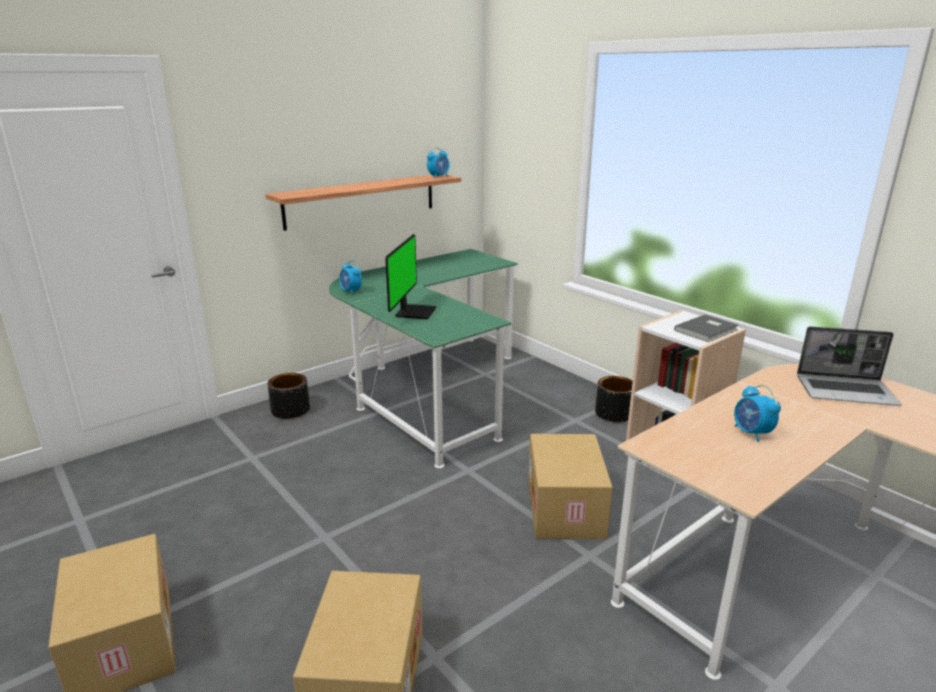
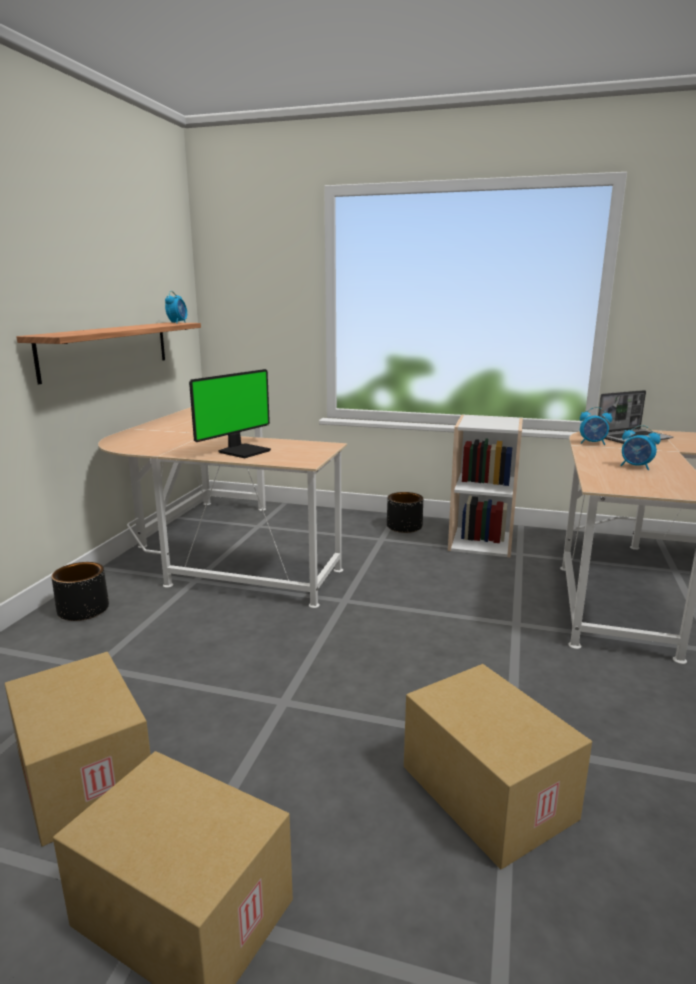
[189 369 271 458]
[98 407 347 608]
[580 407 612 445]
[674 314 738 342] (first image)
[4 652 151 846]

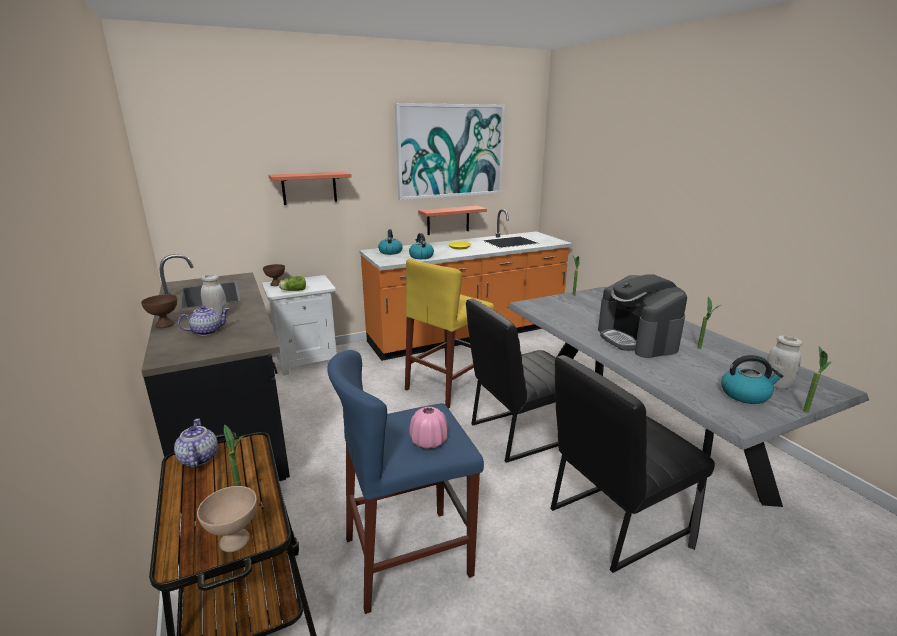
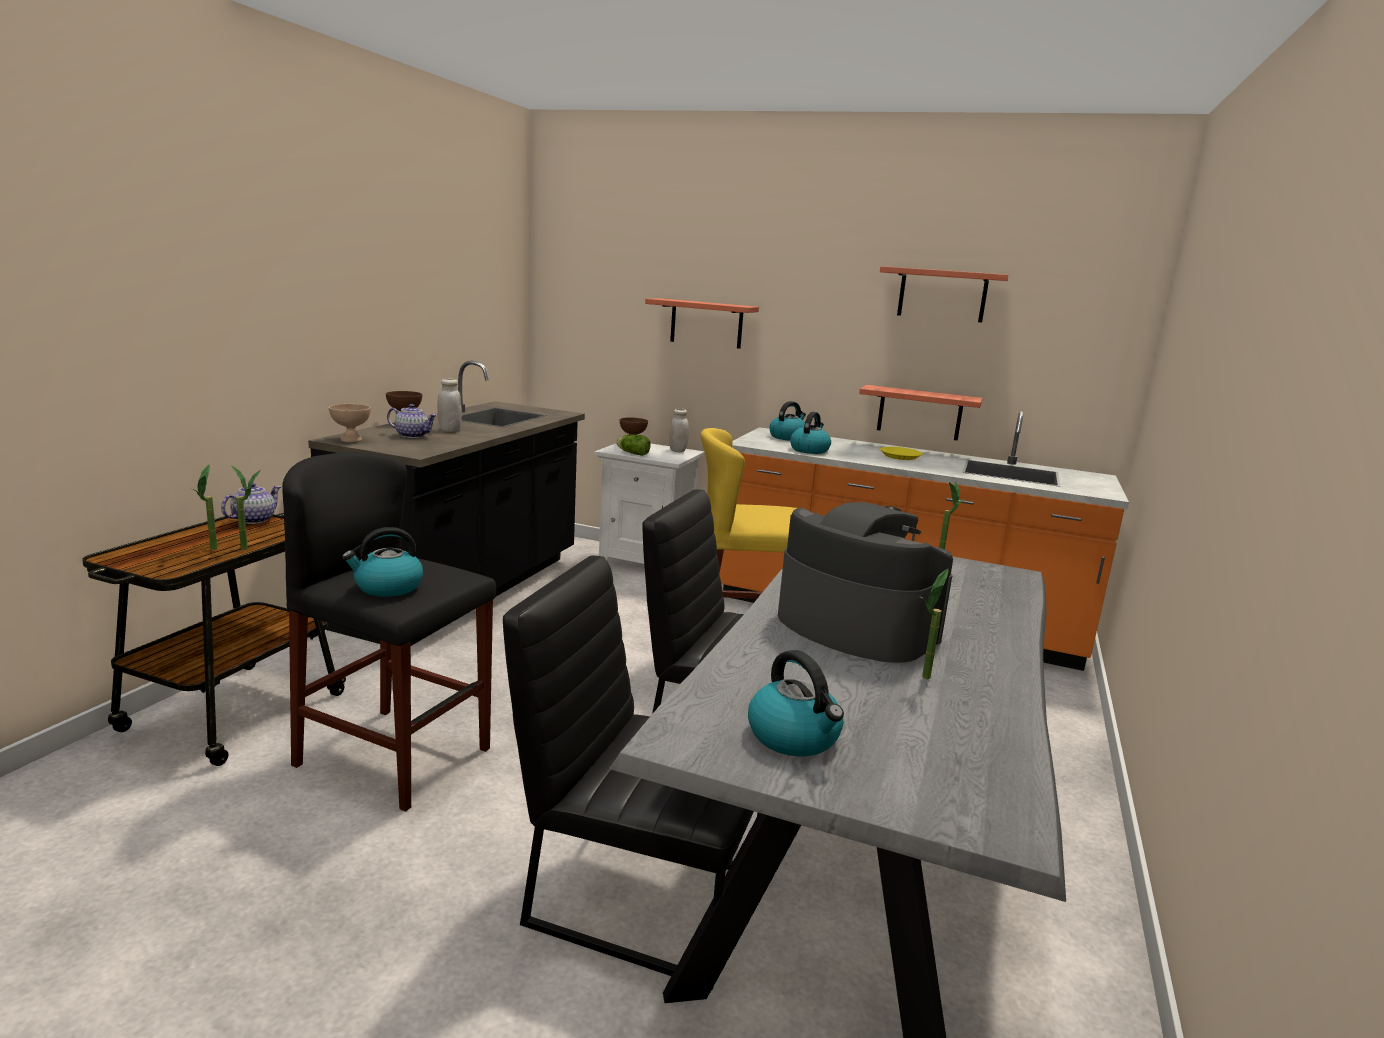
[880 266 1009 322]
[778 502 953 663]
[669 408 689 452]
[231 465 261 550]
[282 452 496 812]
[342 527 423 597]
[329 404 371 443]

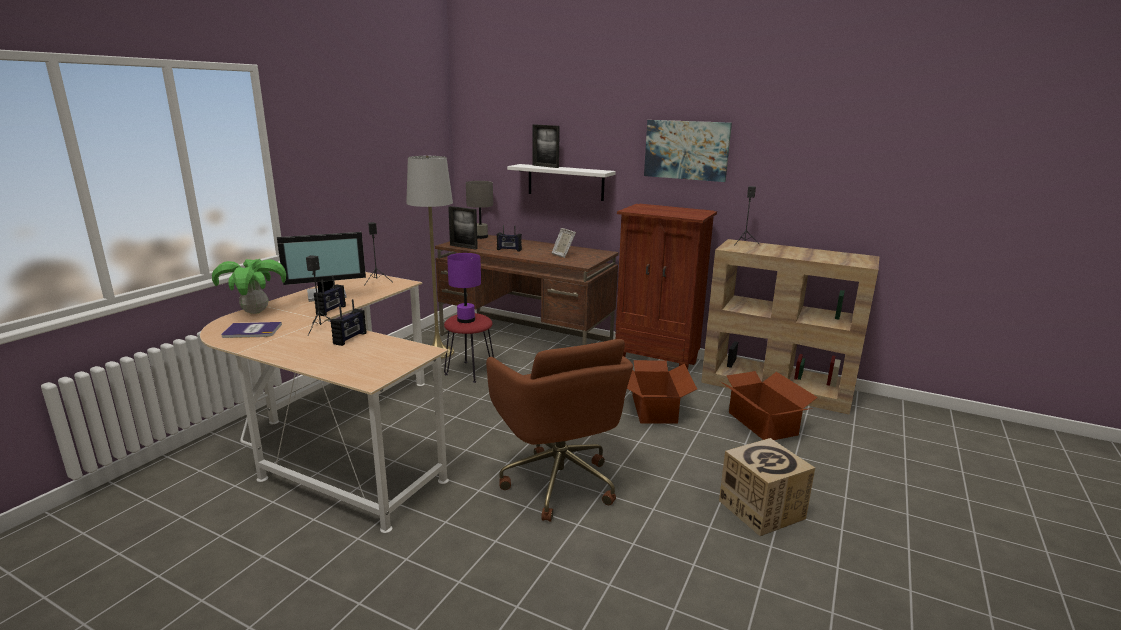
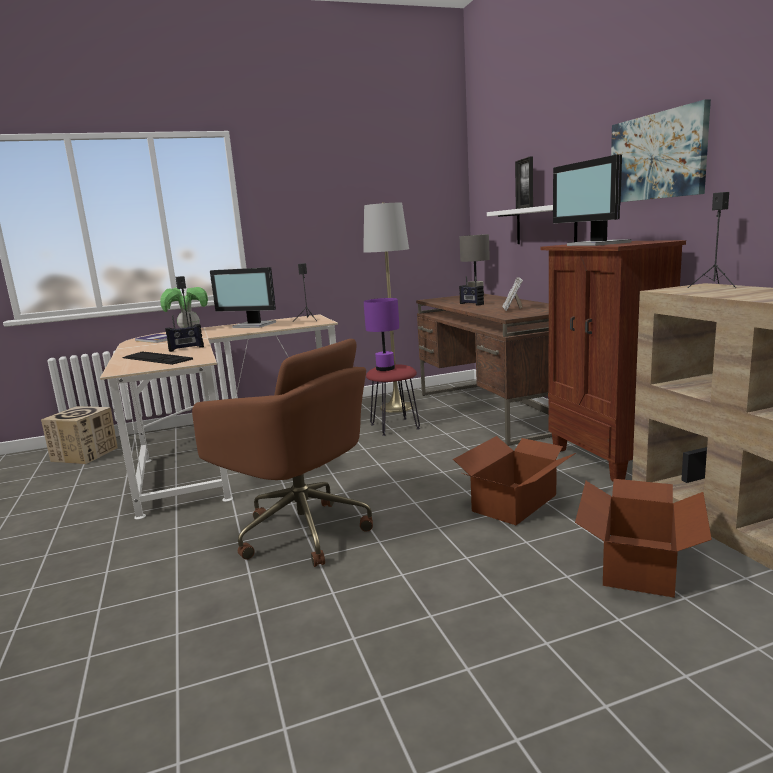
[448 206 478 250] (first image)
[314 275 346 316] (first image)
[192 339 373 567]
[41 406 118 464]
[553 154 632 246]
[122 351 193 365]

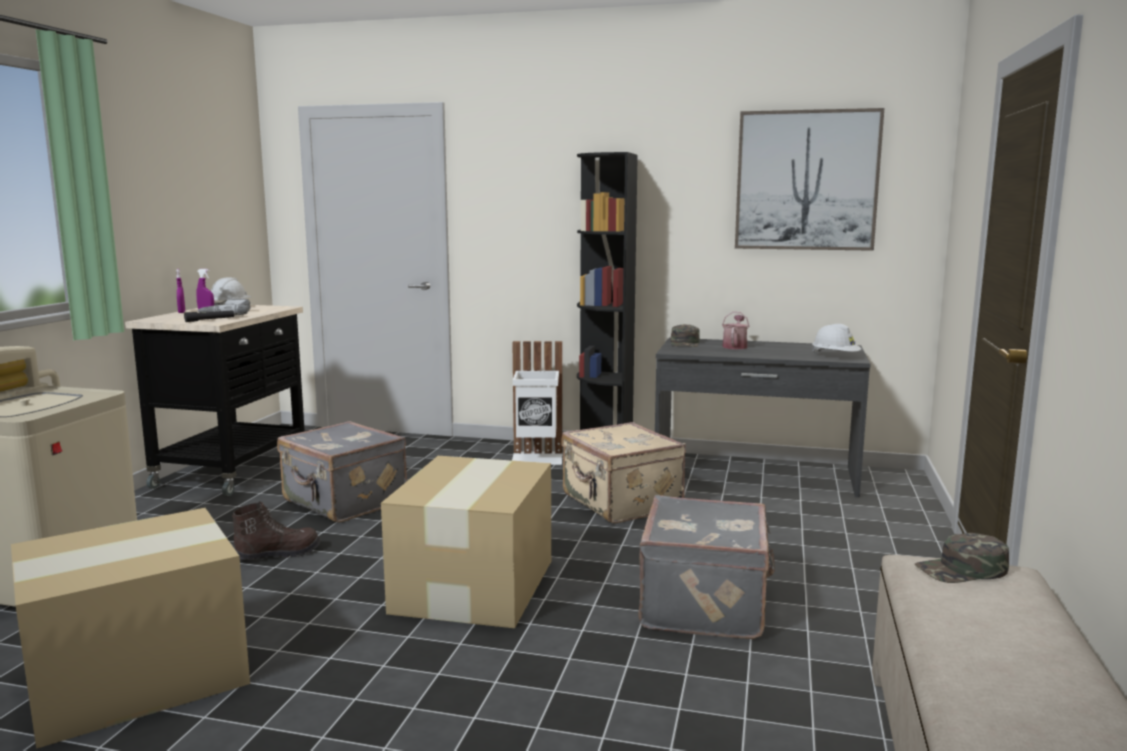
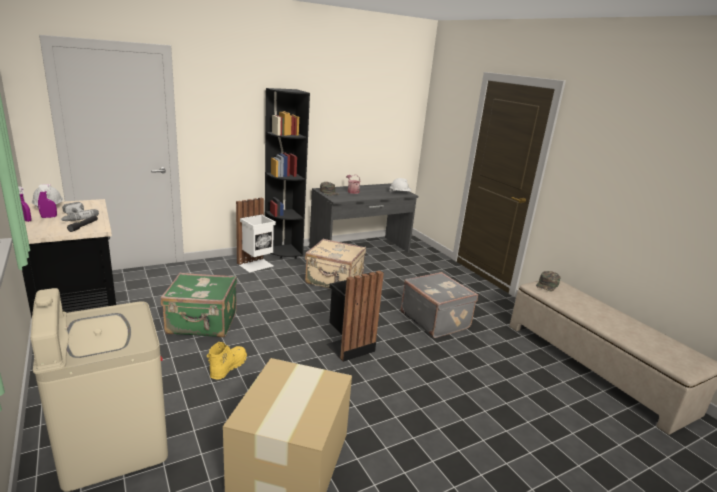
[735 108 884 251] (first image)
[161 273 237 337]
[326 271 384 362]
[207 342 247 380]

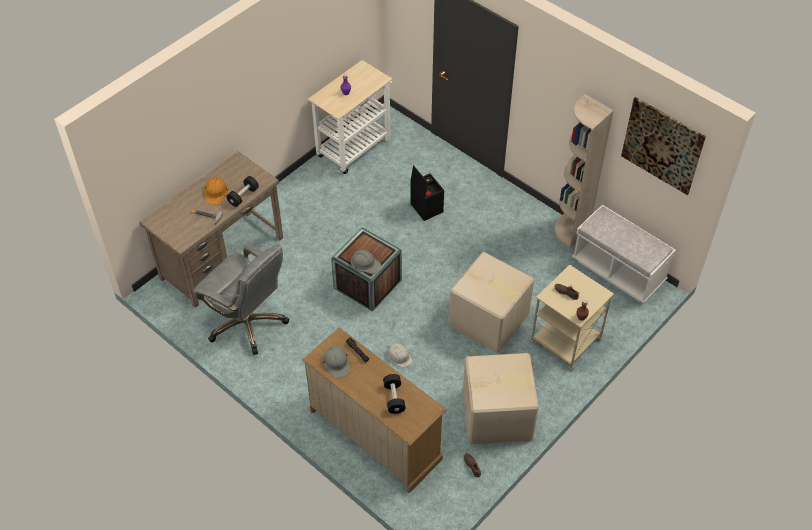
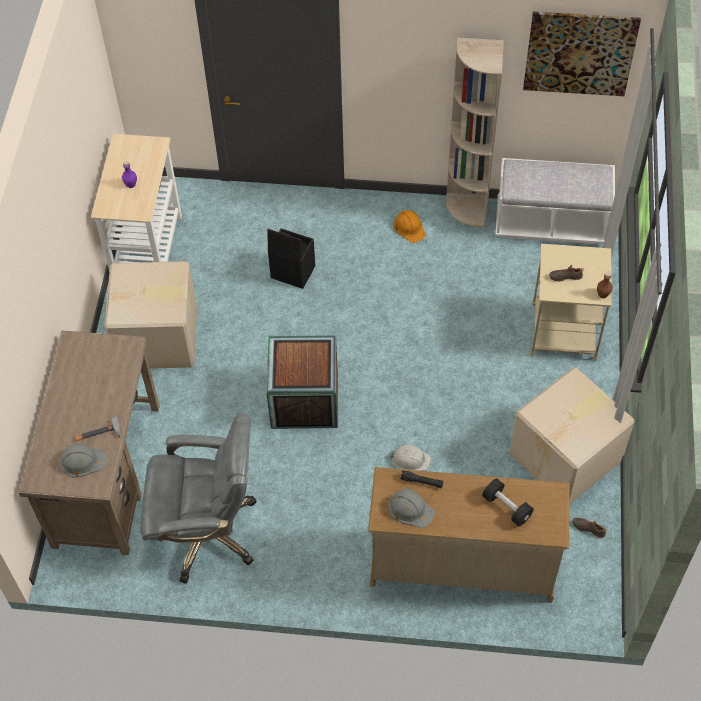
[227 176 259 207] (first image)
[393 210 426 243]
[60 444 107 478]
[104 261 197 369]

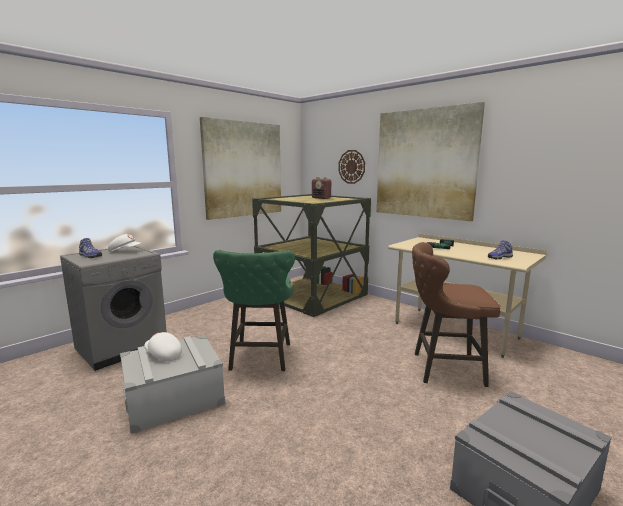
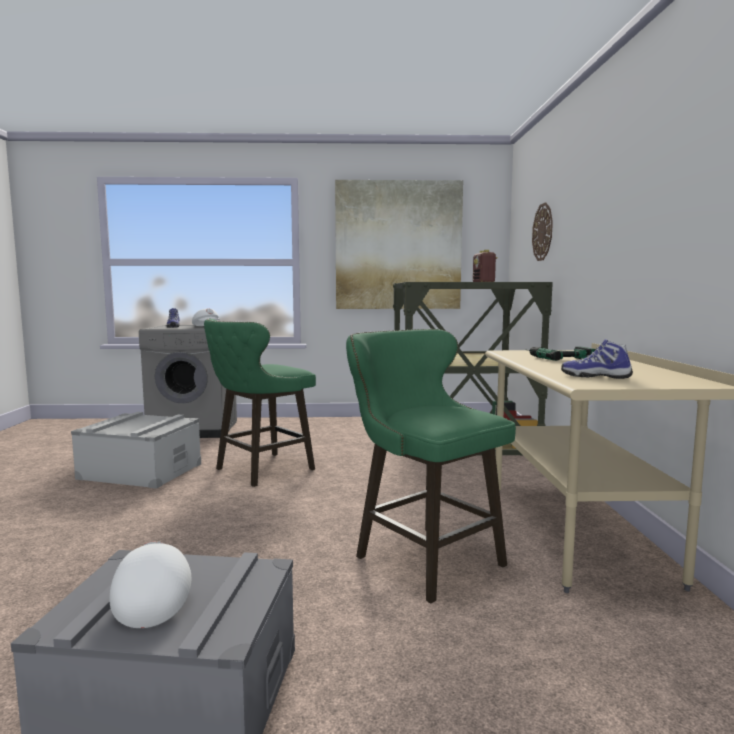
[377 102 485 221] (first image)
[346 329 516 604]
[109 541 191 628]

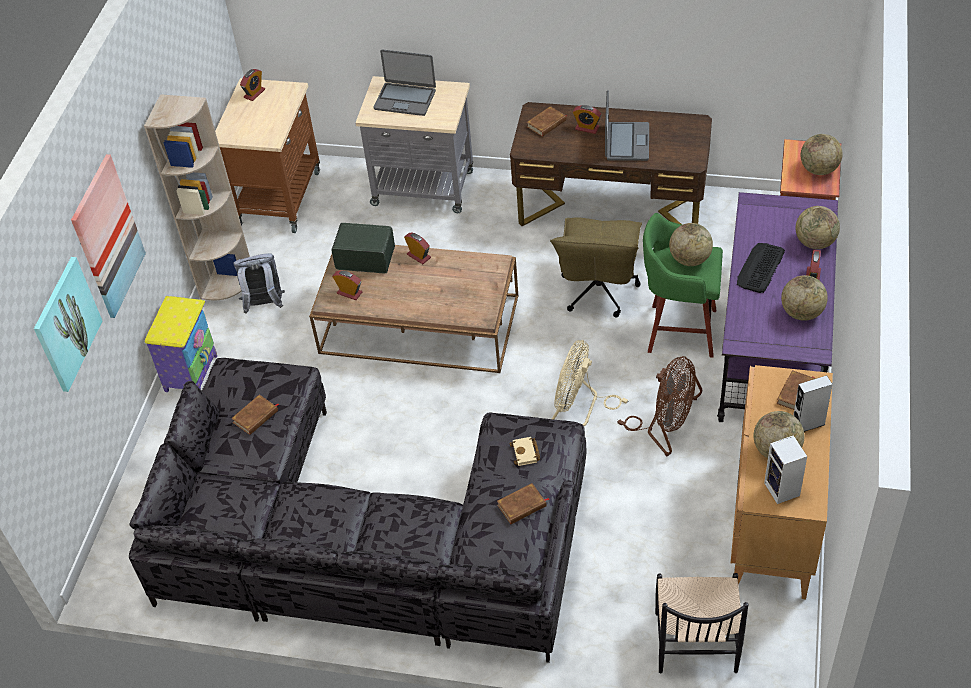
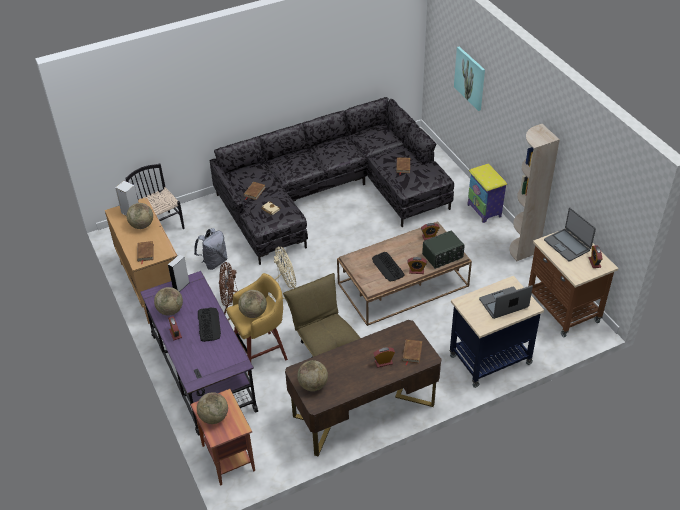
[450 276 544 388]
[544 208 596 262]
[71 154 146 318] (first image)
[297 360 328 391]
[226 273 288 375]
[194 228 228 270]
[168 254 190 292]
[372 252 405 281]

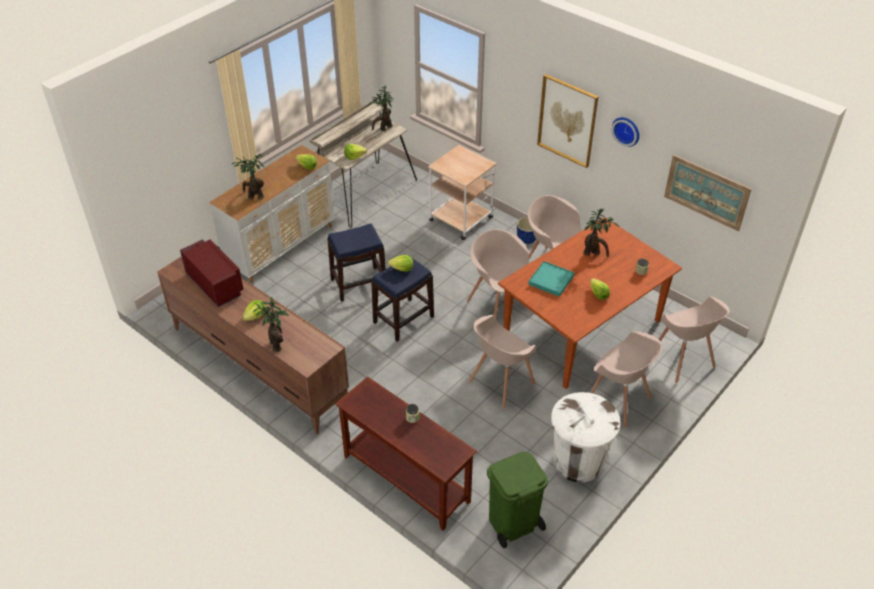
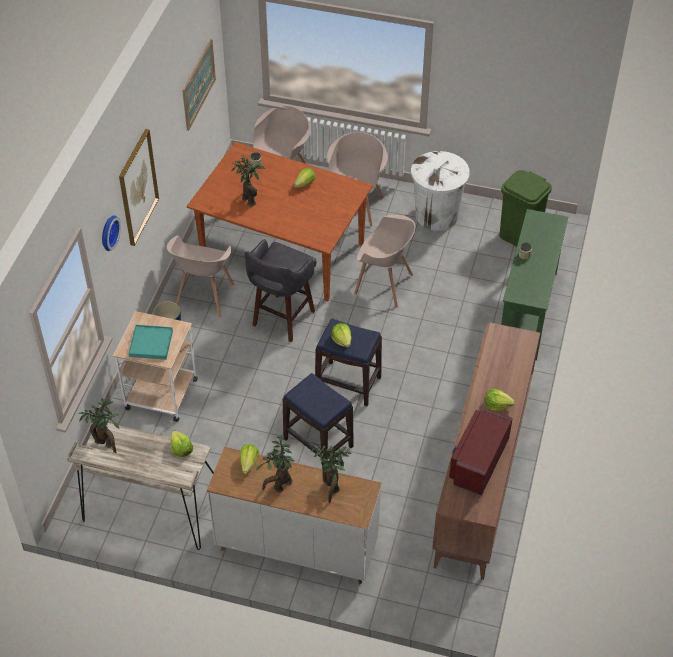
[102 215 121 251]
[245 239 316 342]
[128 325 173 360]
[256 435 294 493]
[501 209 568 360]

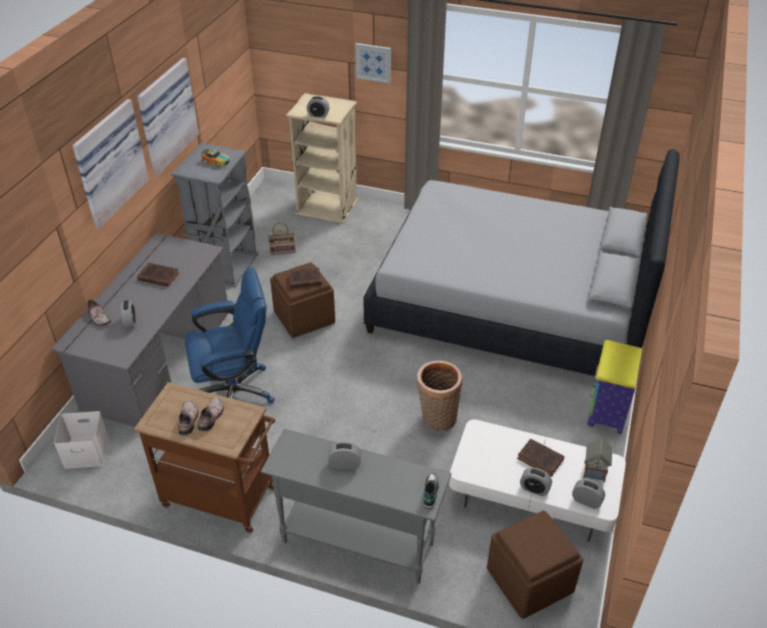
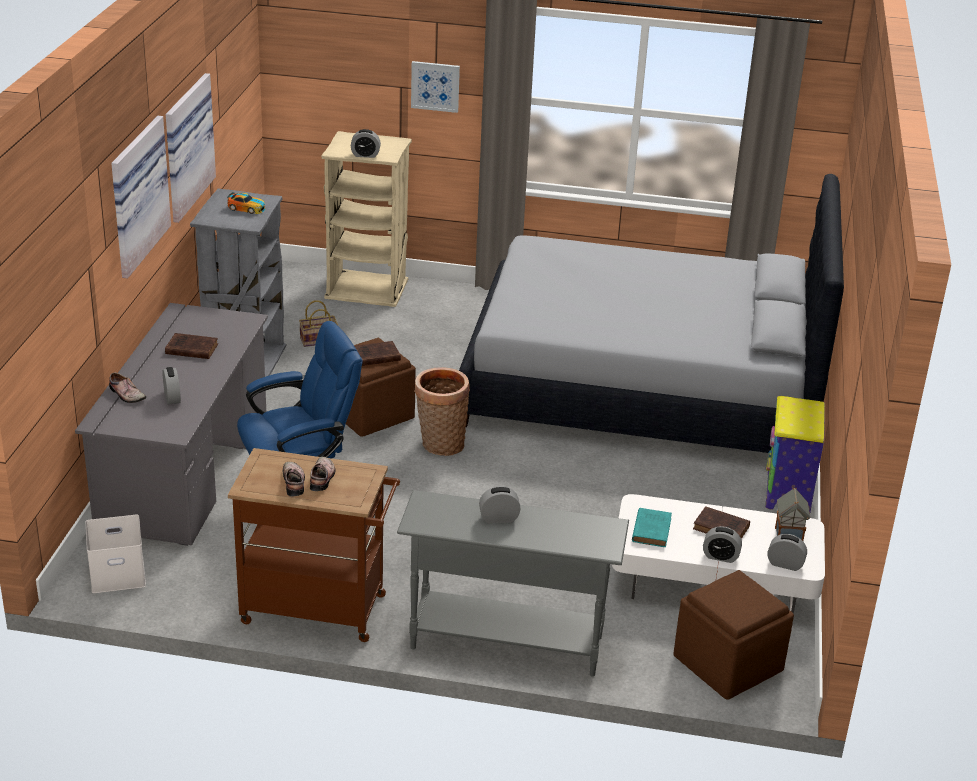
[414 367 470 456]
[423 473 439 509] (first image)
[632 508 672 547]

